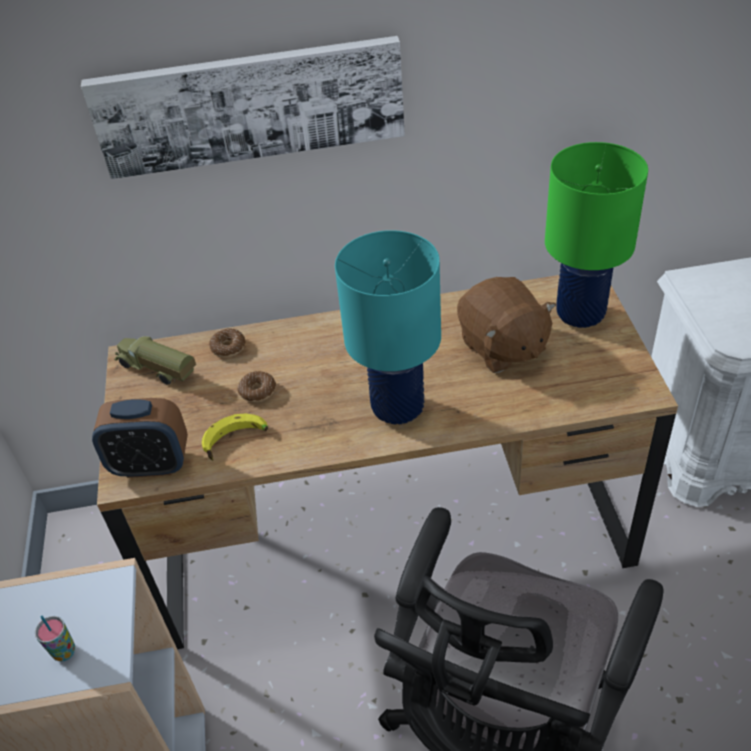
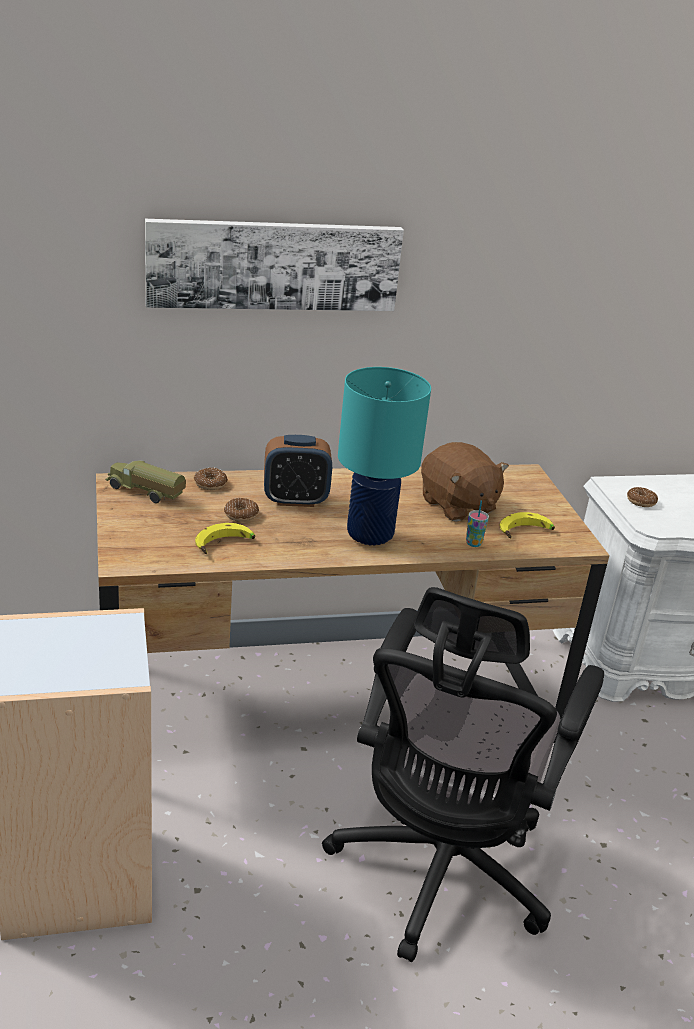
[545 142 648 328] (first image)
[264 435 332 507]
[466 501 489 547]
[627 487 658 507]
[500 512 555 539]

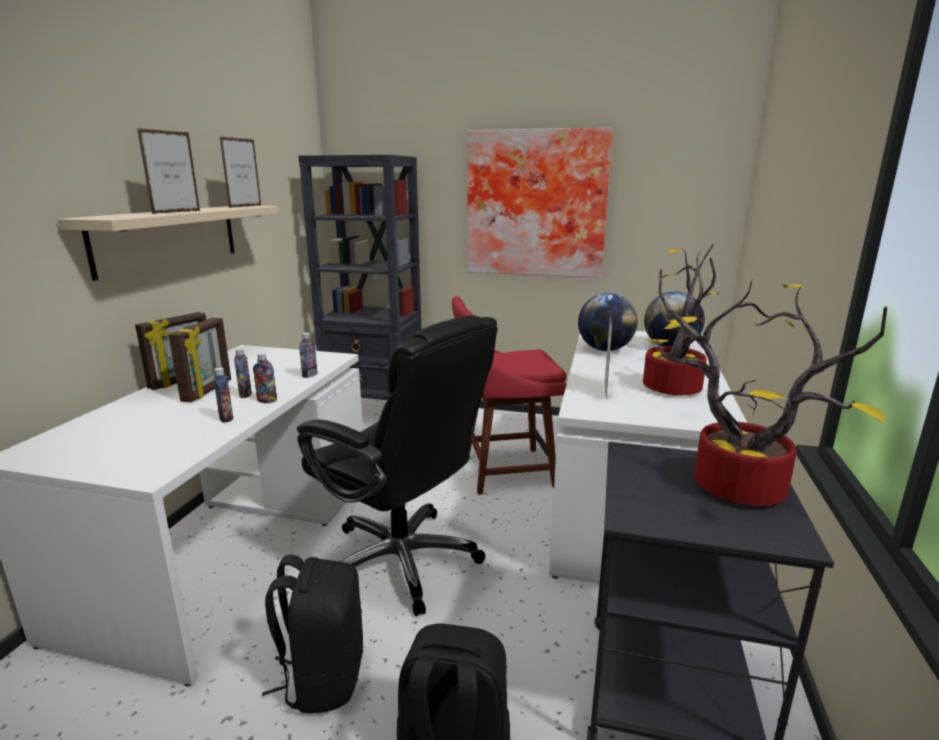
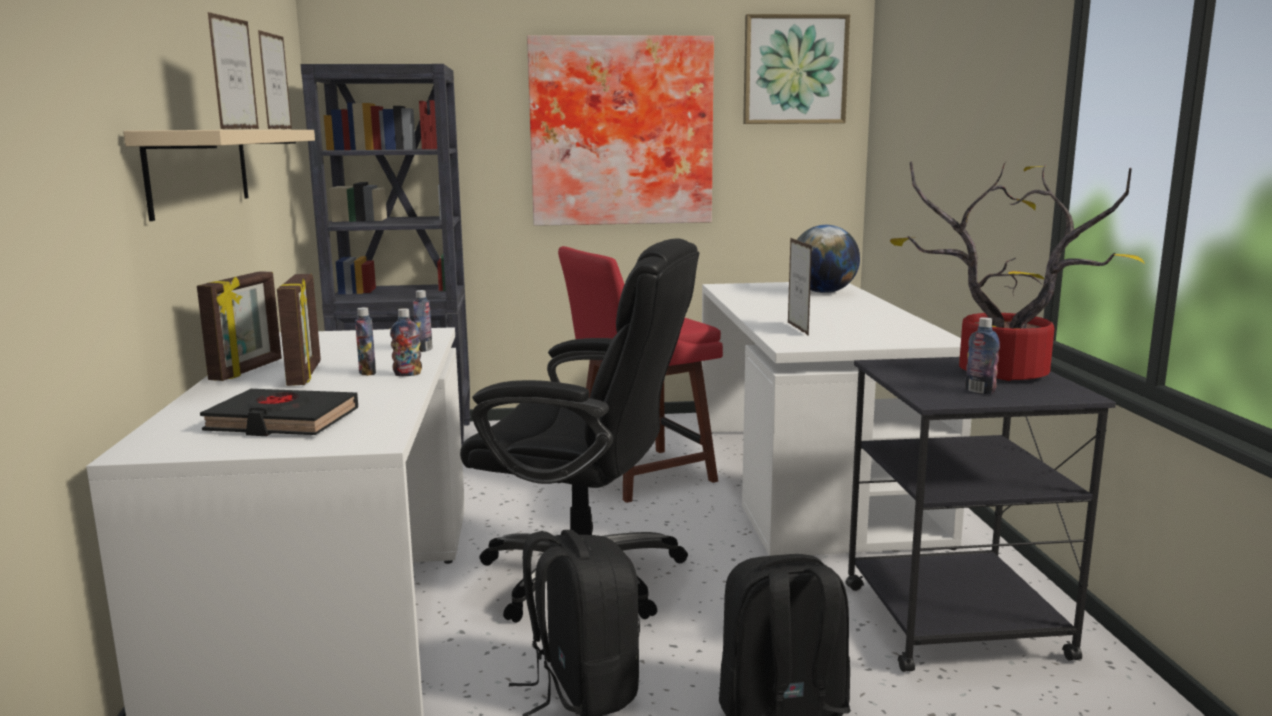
[643 244 719 395] (first image)
[578 293 637 351] (first image)
[965 317 1000 395]
[743 14 850 124]
[200 389 358 436]

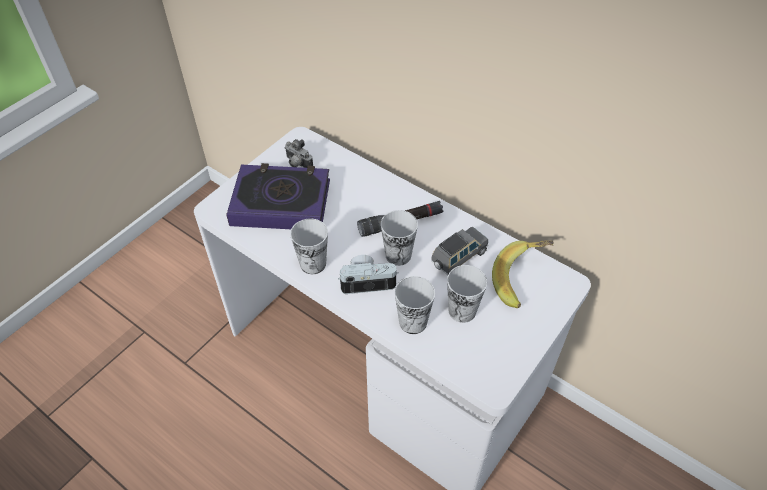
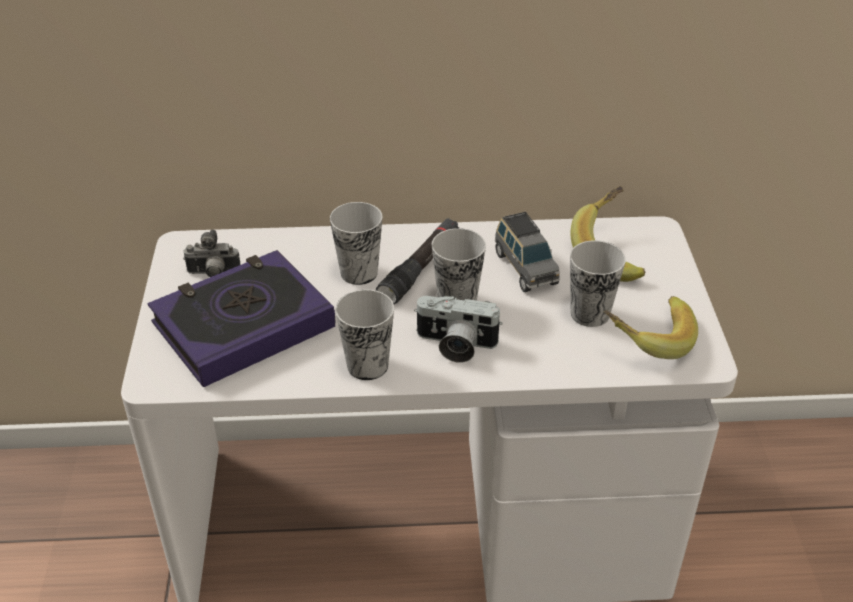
[495 212 560 292]
[414 296 503 363]
[330 202 383 285]
[604 296 698 359]

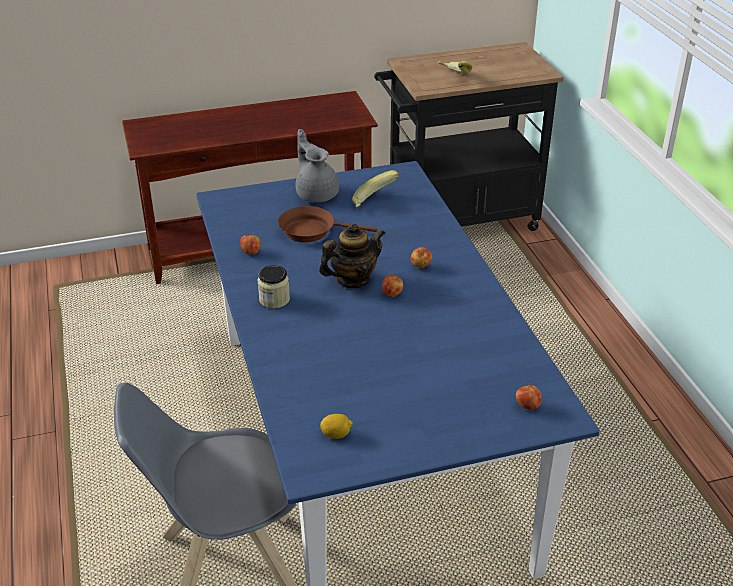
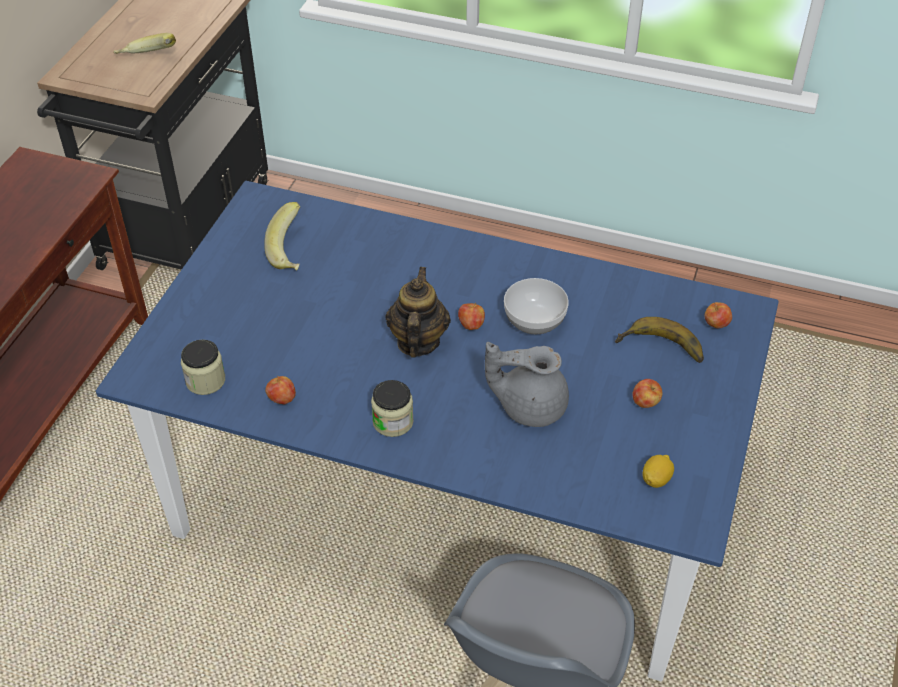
[485 342 569 427]
[278 206 377 242] (first image)
[632 379 663 408]
[504 278 569 334]
[615 317 704 363]
[181 340 225 395]

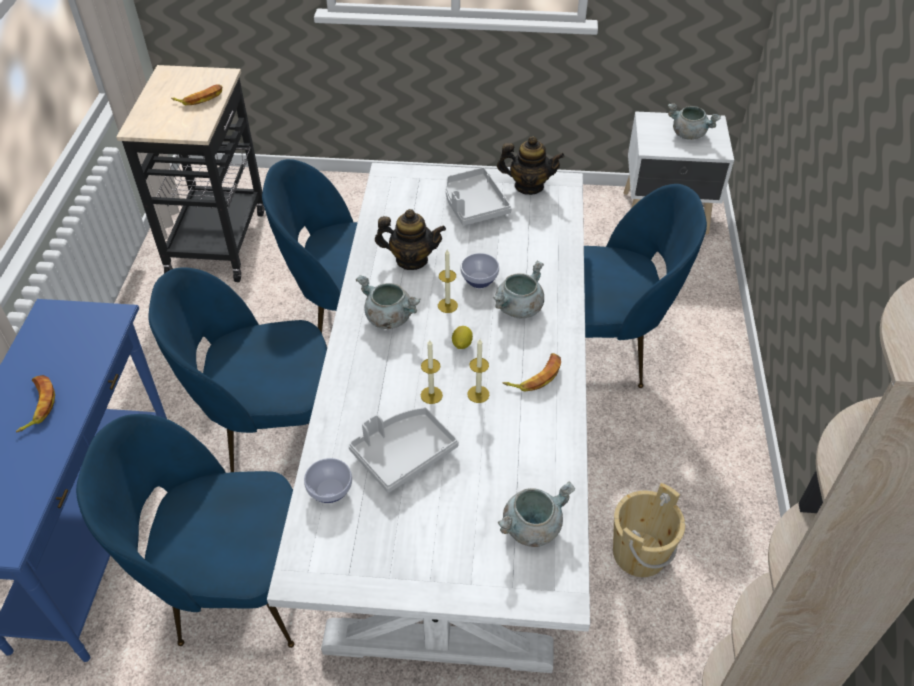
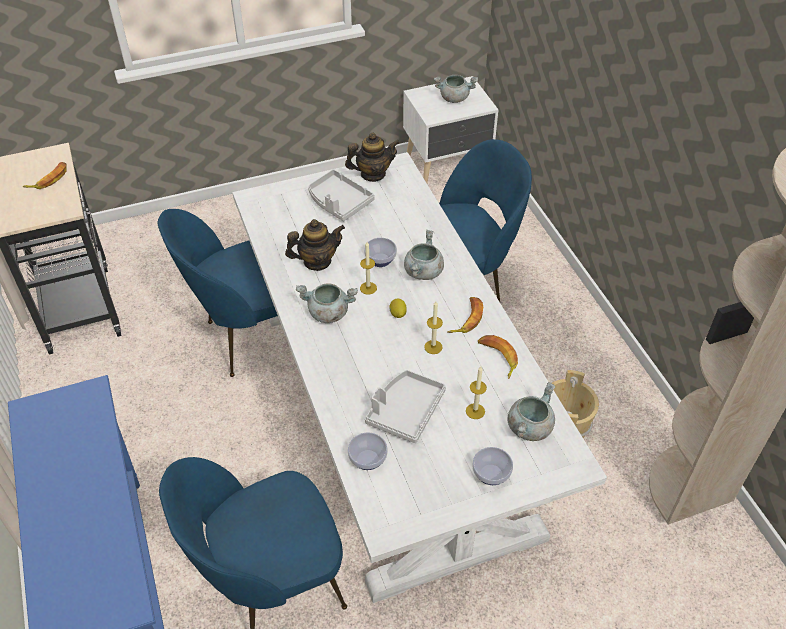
[148 267 327 472] (first image)
[466 366 487 419]
[478 335 518 379]
[472 447 513 485]

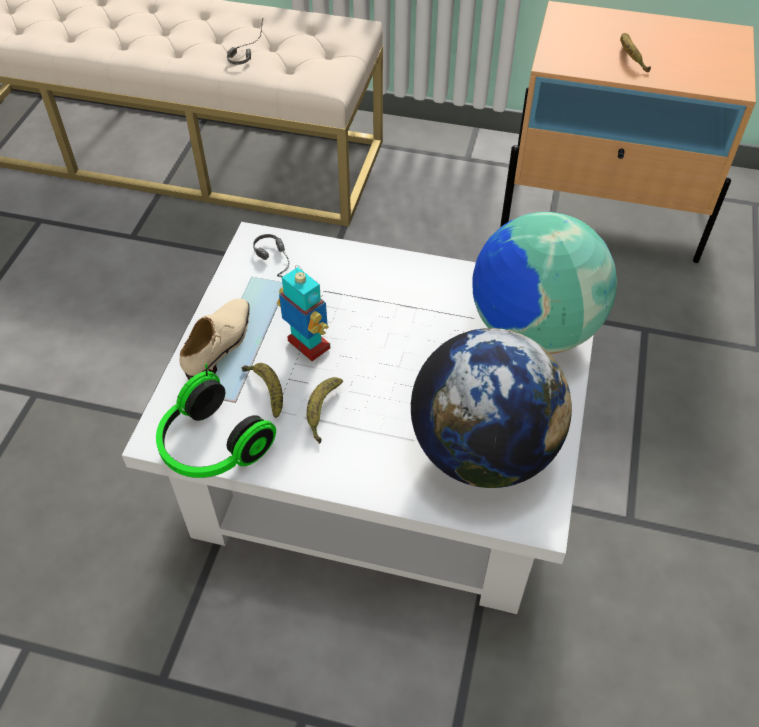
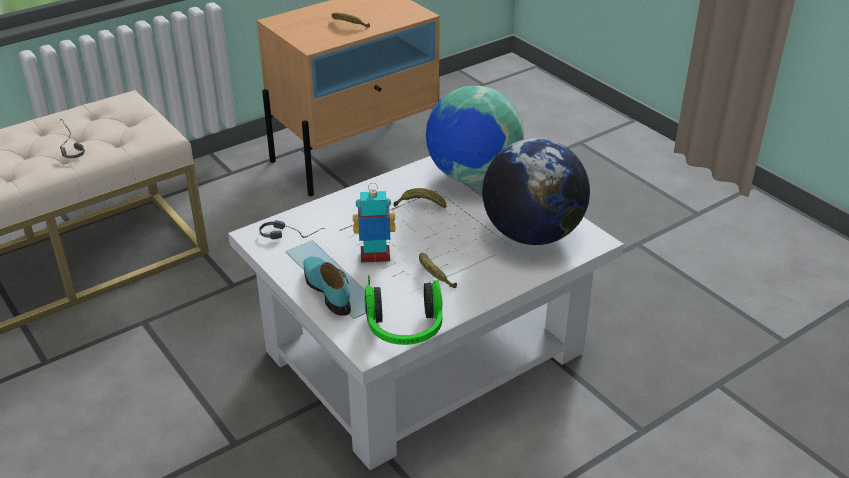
[303 256 351 316]
[393 188 447 208]

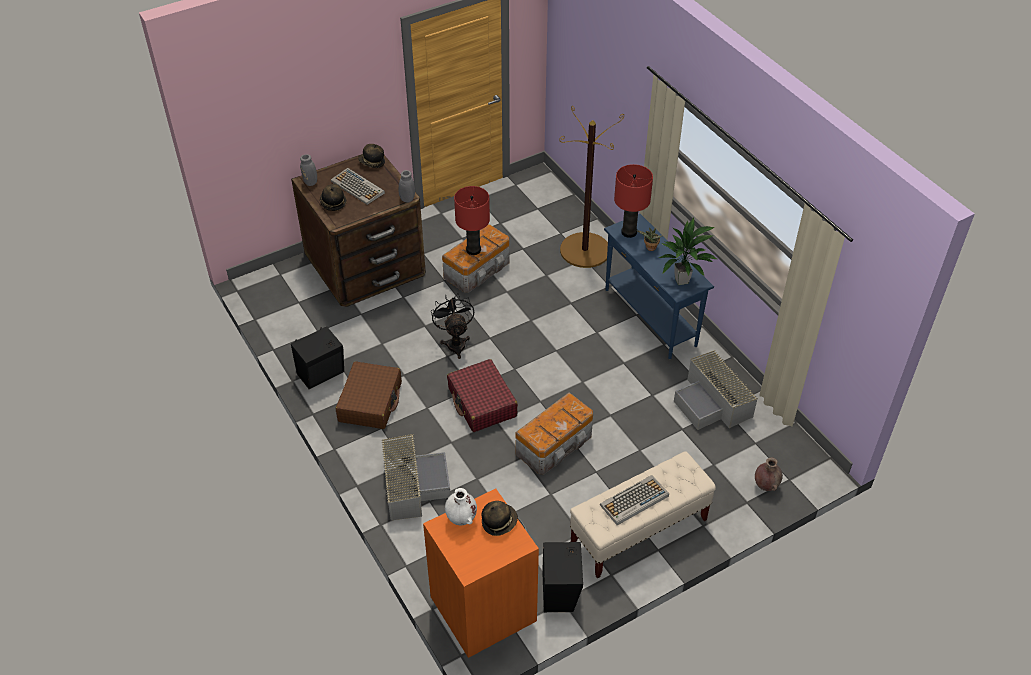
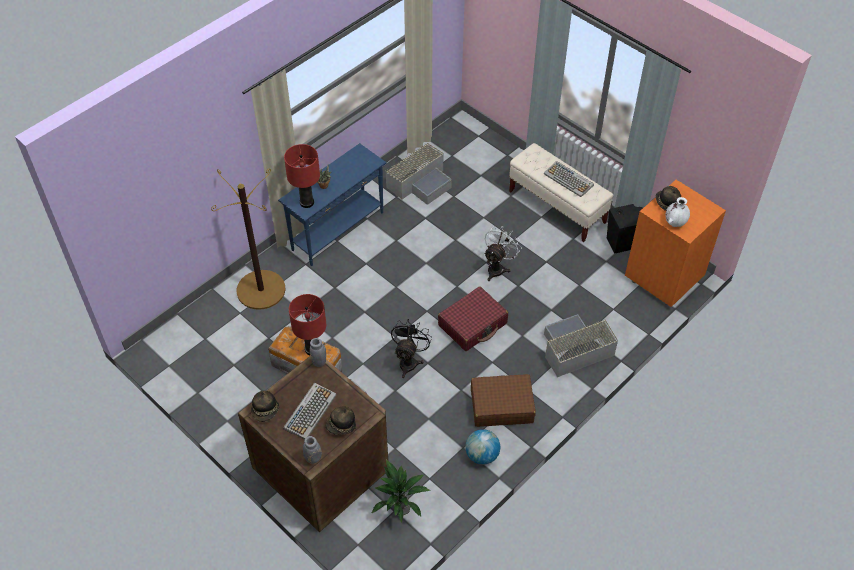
[372 460 431 523]
[391 319 432 378]
[466 429 500 465]
[484 226 522 281]
[755 458 783 491] (first image)

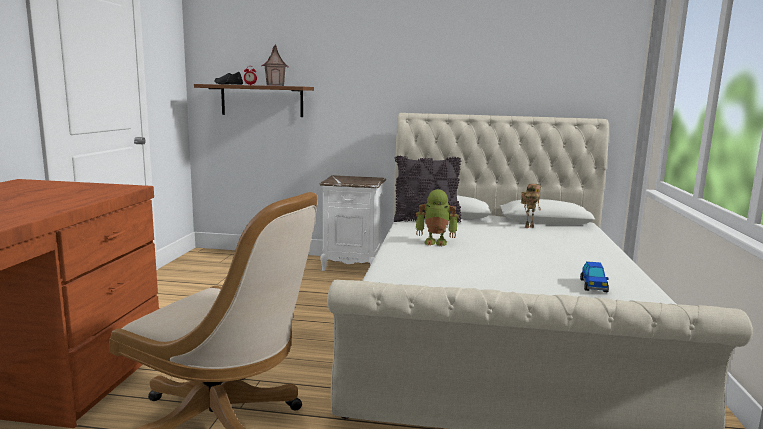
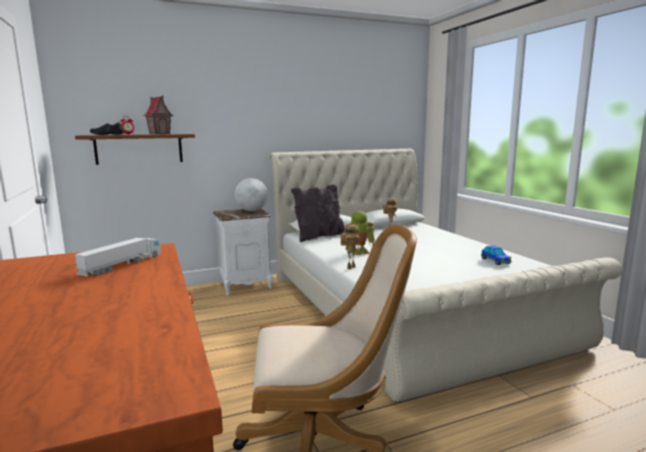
[234 178 268 211]
[341 224 360 269]
[75 238 161 277]

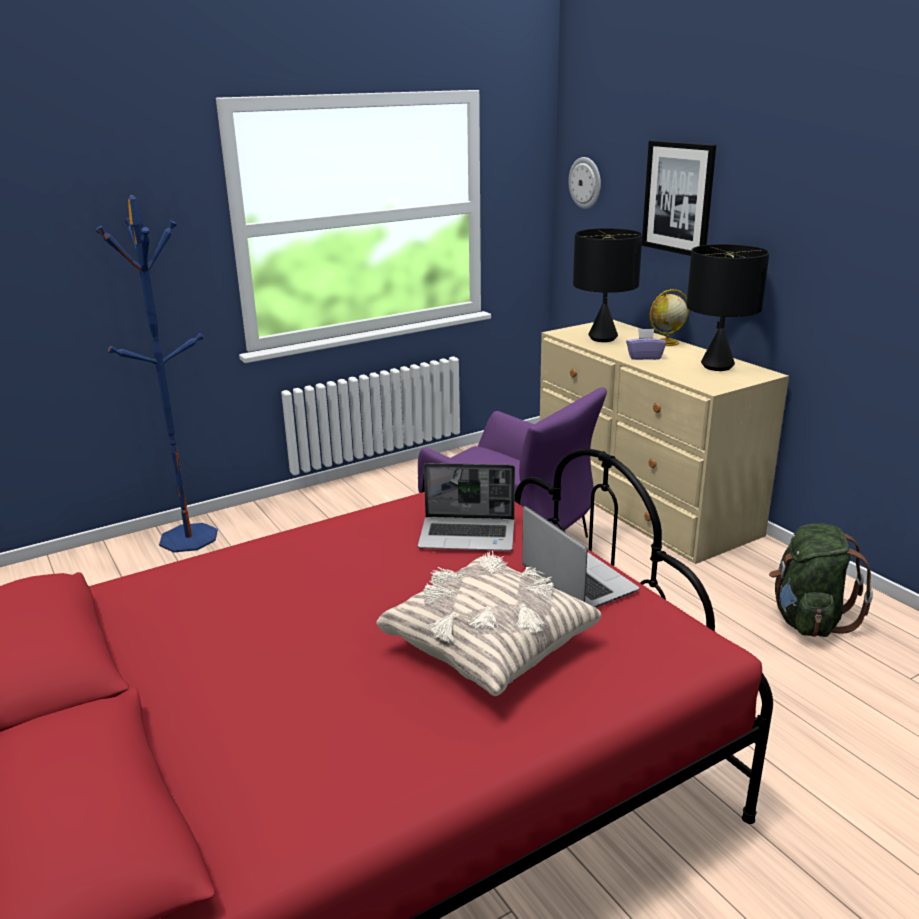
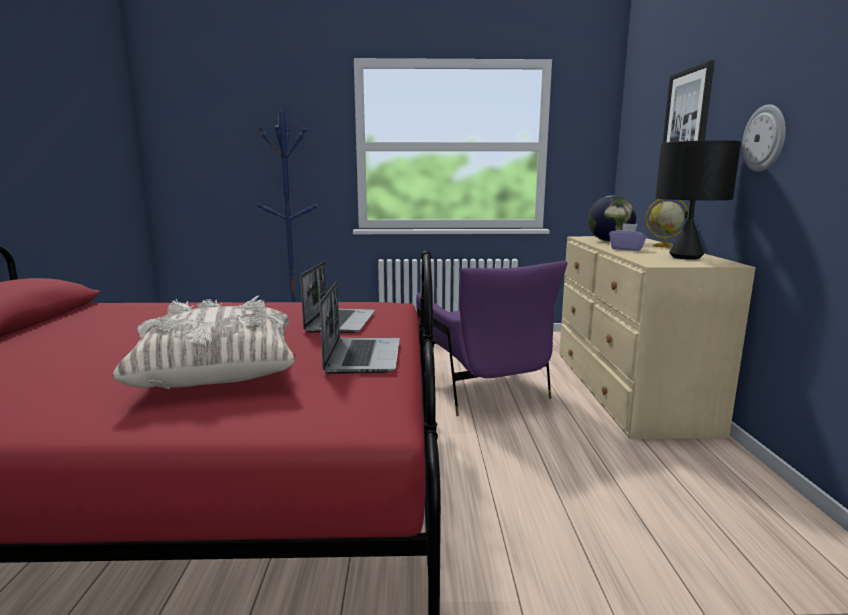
[742 104 786 172]
[588 195 636 242]
[300 262 375 333]
[769 523 873 637] (first image)

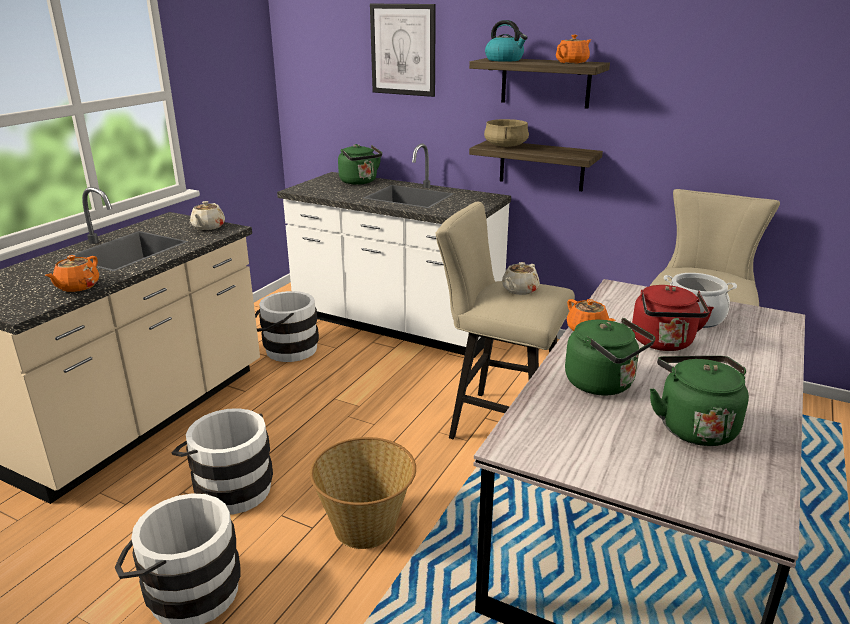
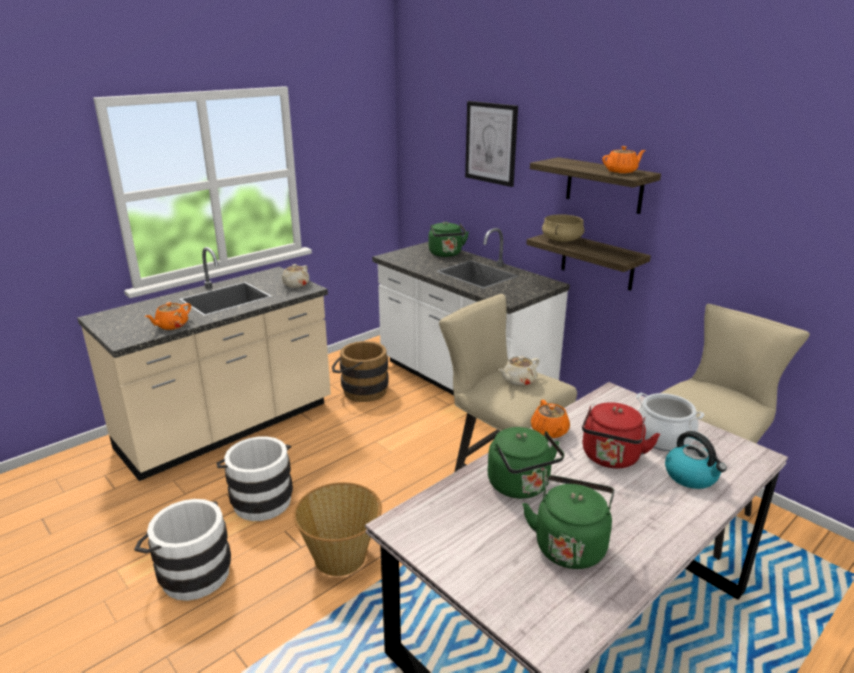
[665 431 727 489]
[332 341 389 402]

